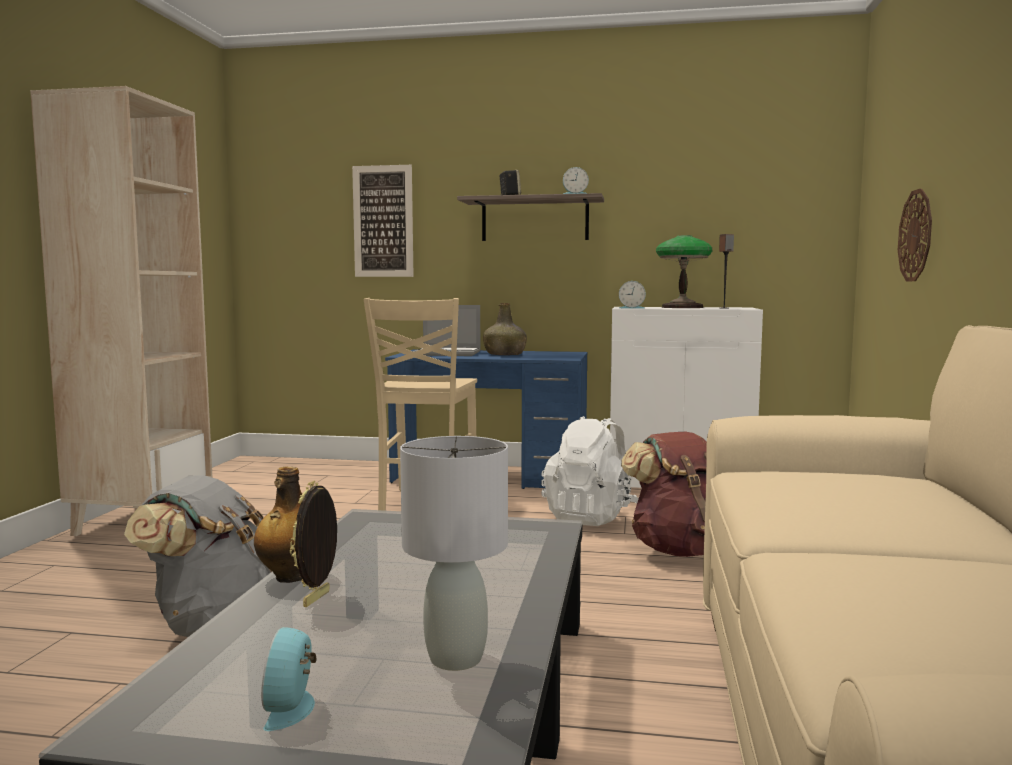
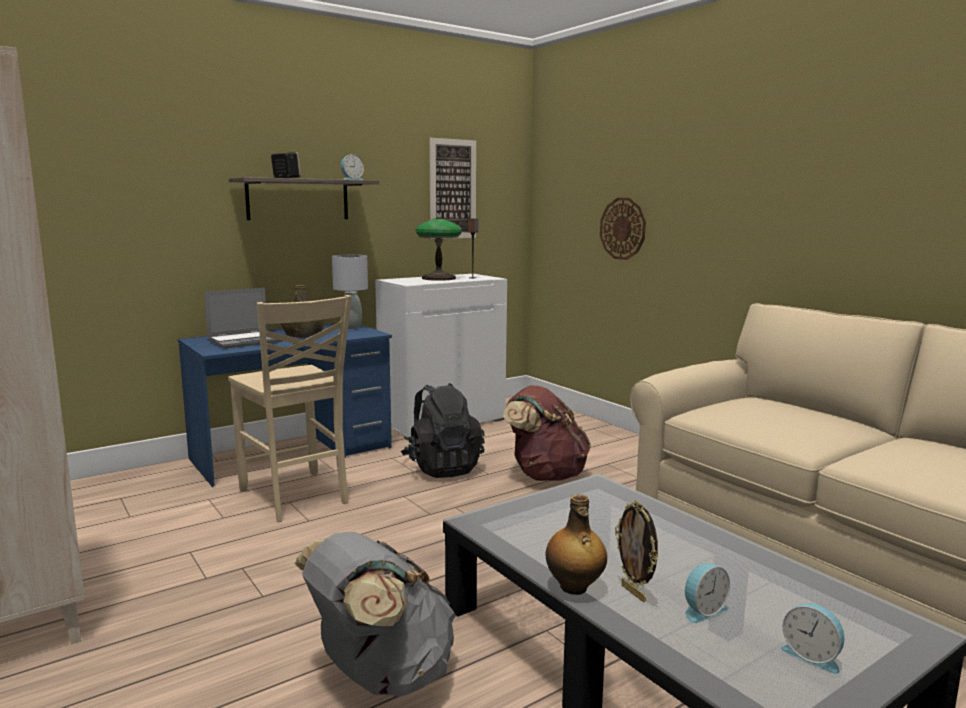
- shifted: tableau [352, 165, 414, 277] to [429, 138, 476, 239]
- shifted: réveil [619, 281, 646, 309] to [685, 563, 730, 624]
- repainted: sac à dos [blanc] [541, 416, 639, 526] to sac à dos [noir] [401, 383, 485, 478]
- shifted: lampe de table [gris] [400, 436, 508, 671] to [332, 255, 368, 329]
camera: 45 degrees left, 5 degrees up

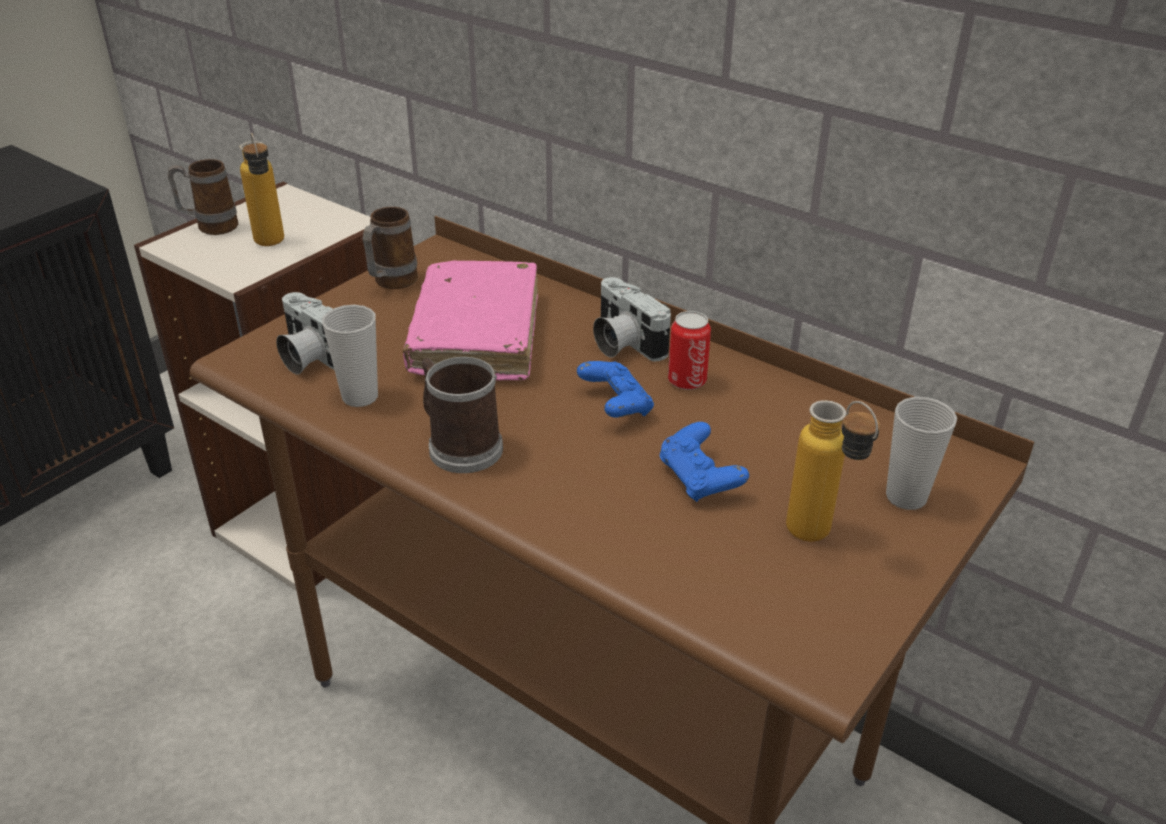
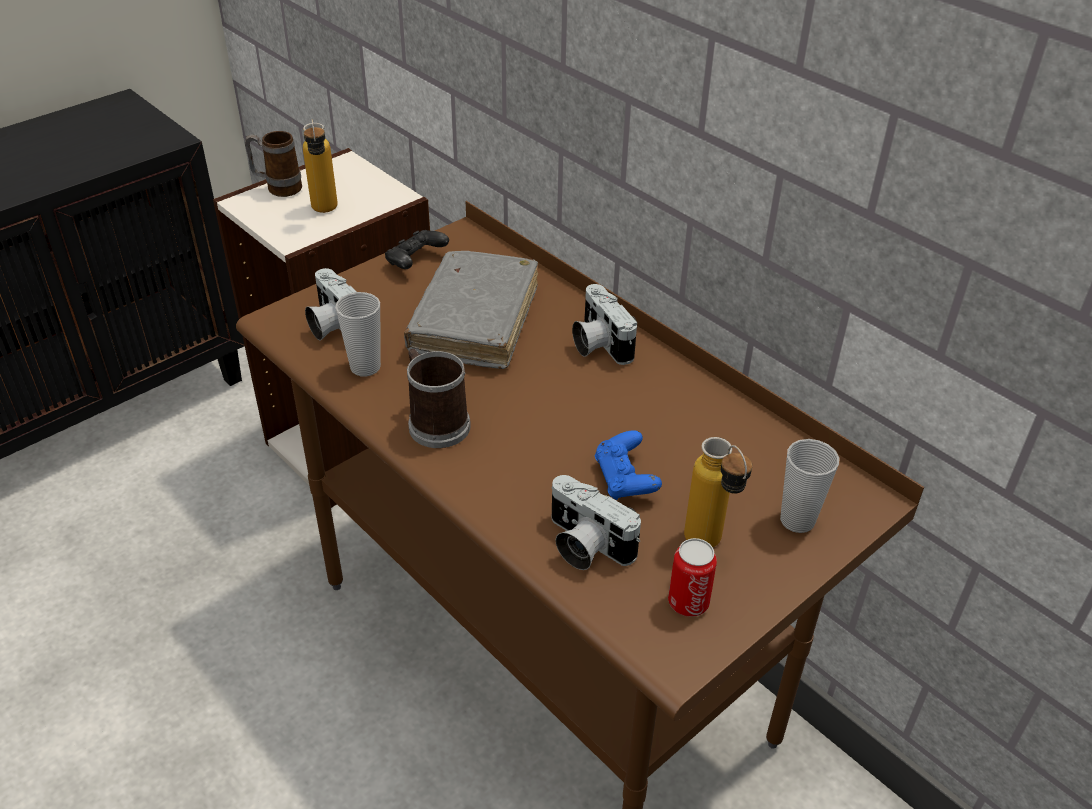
- swapped: mug [363, 207, 418, 289] to manette [noir] [385, 230, 449, 269]
- repainted: livre [rose] [403, 260, 538, 380] to livre [gris] [404, 251, 538, 369]
- shifted: boîte métallique [668, 311, 711, 390] to [668, 538, 717, 617]
- gone: manette [bleu] [577, 361, 654, 417]
- new: appareil photo [551, 475, 641, 570]
camera: 10 degrees right, 5 degrees up

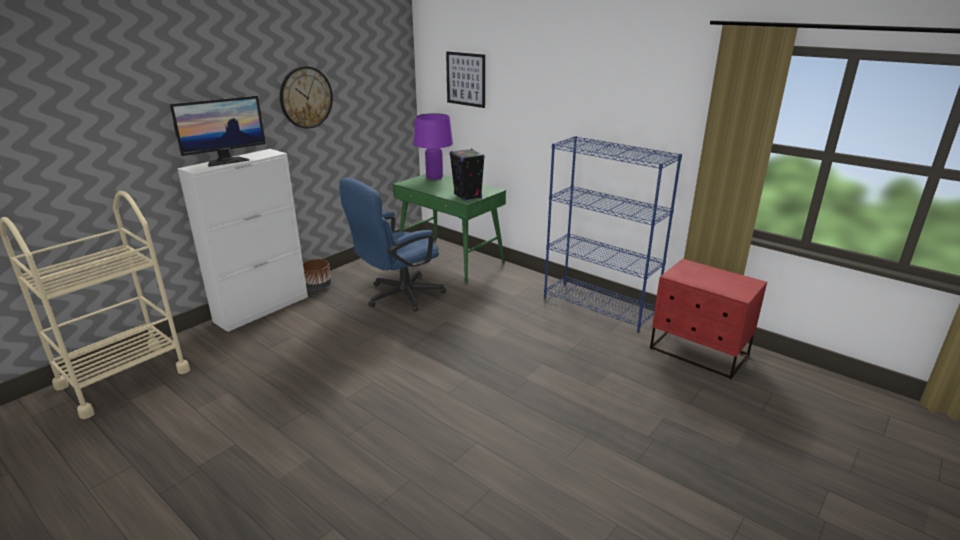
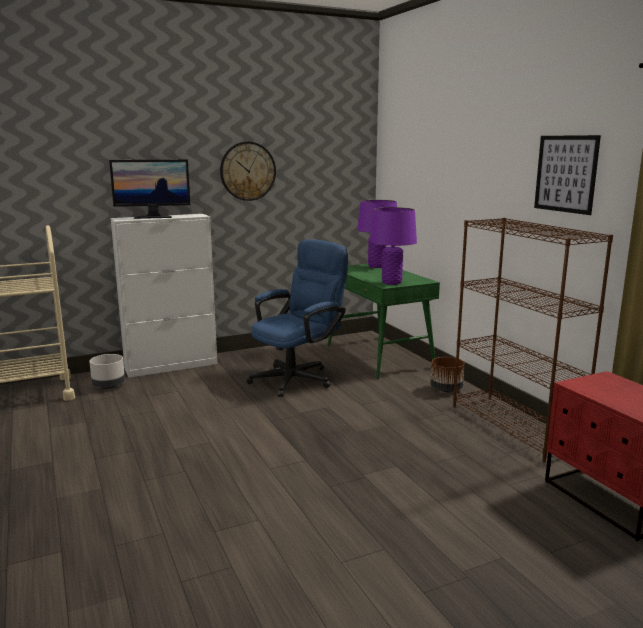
- shifted: tableau [446, 51, 485, 108] to [534, 135, 601, 215]
- repainted: bibliothèque [bleu] [544, 136, 682, 333] to bibliothèque [marron] [453, 218, 613, 462]
- swapped: enceinte [noir] [449, 149, 485, 201] to lampe de table [violet] [370, 207, 417, 285]
- rotated: chaise de bureau [bleu] [339, 178, 446, 312] = [247, 239, 348, 397] 150 degrees clockwise
- shifted: cache-pot [marron] [303, 259, 331, 290] to [430, 357, 464, 392]
- new: cache-pot [gris] [89, 354, 125, 389]
camera: 25 degrees right, 10 degrees down

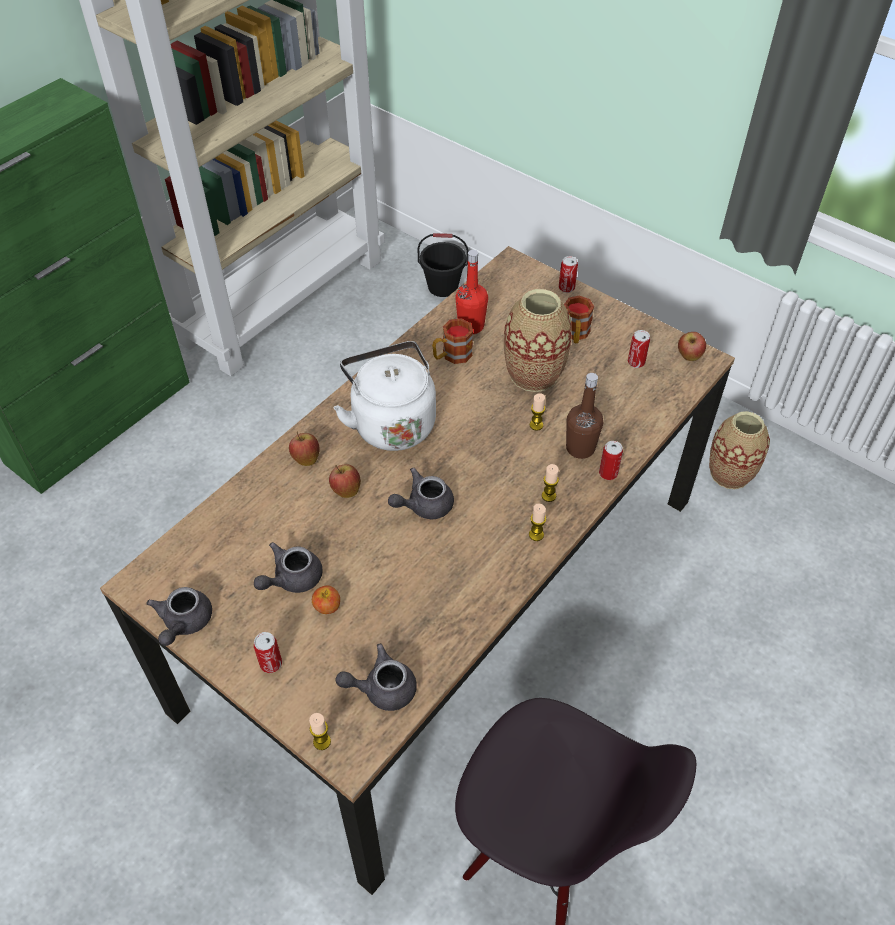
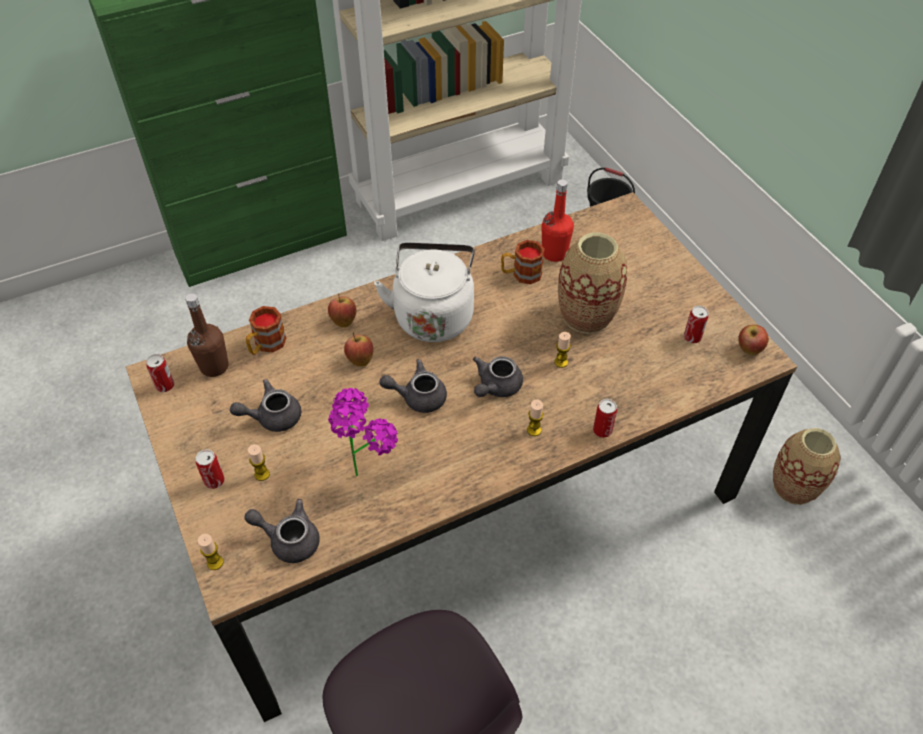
- shifted: boîte métallique [559, 256, 578, 293] to [146, 354, 174, 392]
- shifted: mug [564, 296, 594, 343] to [246, 306, 286, 355]
- shifted: bouteille [marron] [566, 373, 603, 459] to [185, 294, 229, 377]
- shifted: bougie [529, 504, 546, 541] to [248, 444, 270, 481]
- gone: pomme [312, 586, 340, 614]
- shifted: théière [gris] [146, 587, 212, 646] to [473, 356, 523, 397]
- new: plante en pot [328, 388, 398, 476]
camera: 25 degrees right, 0 degrees up

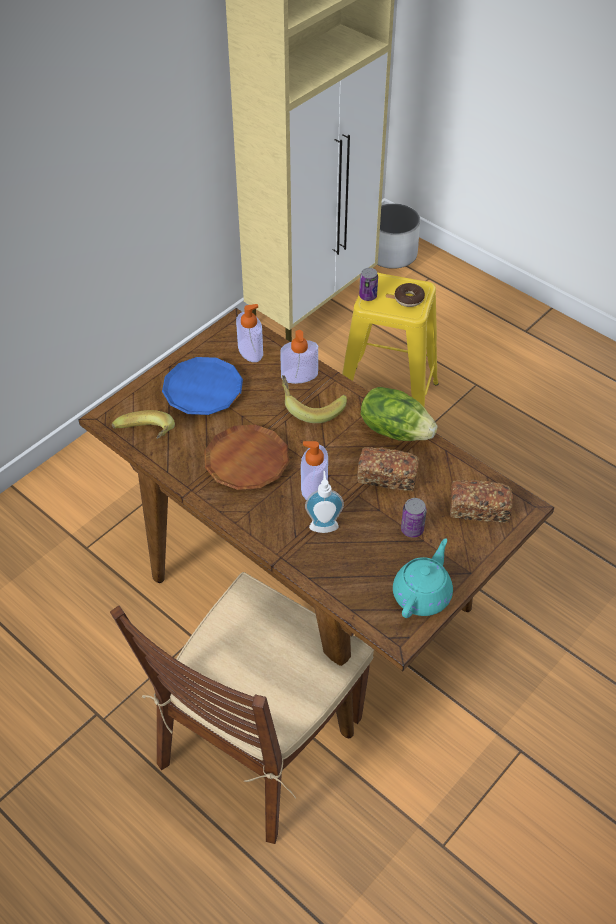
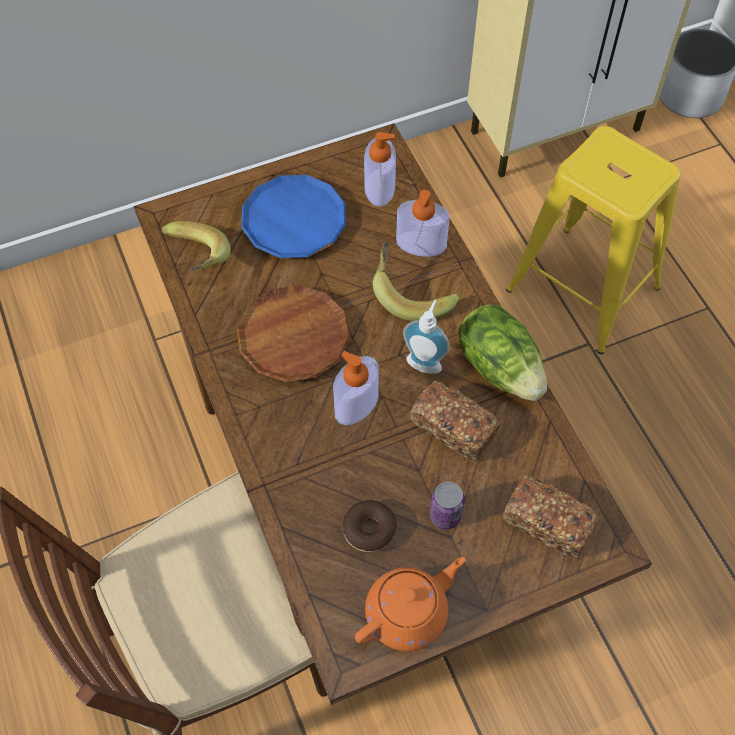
- gone: boîte métallique [359, 268, 378, 301]
- shifted: beignet [395, 283, 425, 307] to [342, 500, 397, 552]
- shifted: distributeur de savon [305, 471, 344, 533] to [403, 300, 450, 374]
- repainted: théière [turquoise] [393, 538, 453, 618] to théière [orange] [355, 557, 465, 651]
camera: 25 degrees right, 10 degrees up

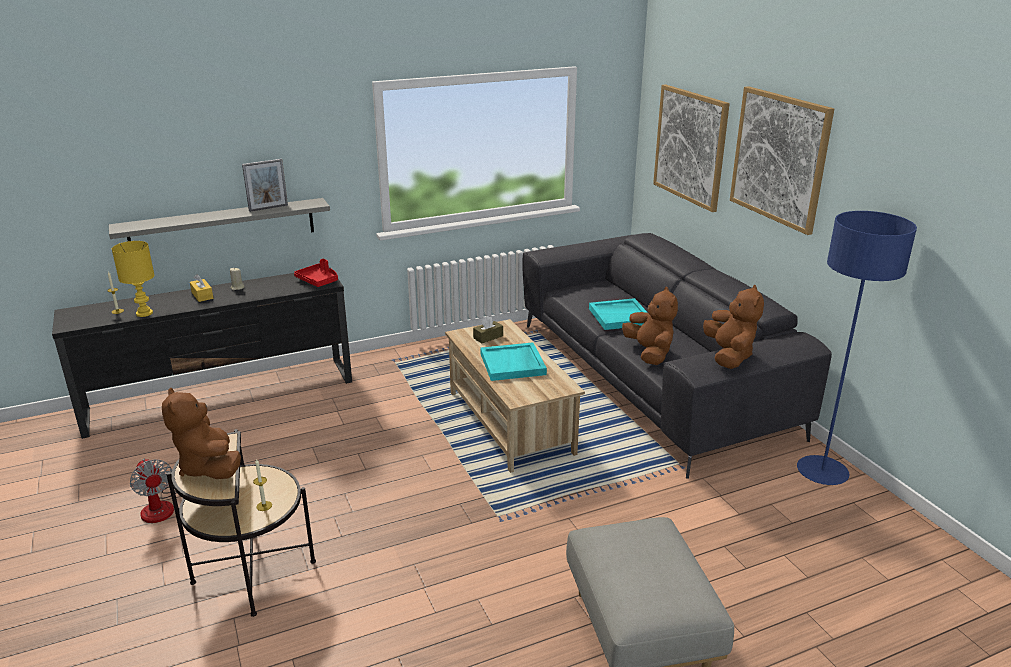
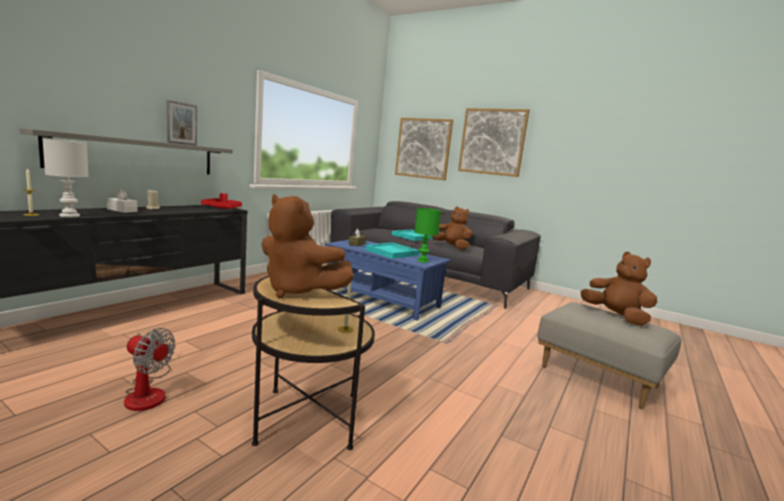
- gone: lampadaire [bleu] [797, 211, 917, 485]
- repainted: lampe de table [jaune] [112, 241, 154, 317] to lampe de table [blanc] [42, 139, 89, 217]
- repainted: boîte à mouchoirs [jaune] [190, 274, 214, 302] to boîte à mouchoirs [blanc] [107, 188, 138, 213]
- shifted: peluche [marron] [703, 284, 764, 369] to [581, 252, 658, 326]
- repainted: table basse [beige] [445, 319, 585, 473] to table basse [bleu] [325, 240, 450, 321]
- new: lampe de table [vert] [414, 208, 441, 263]
camera: 35 degrees left, 15 degrees down

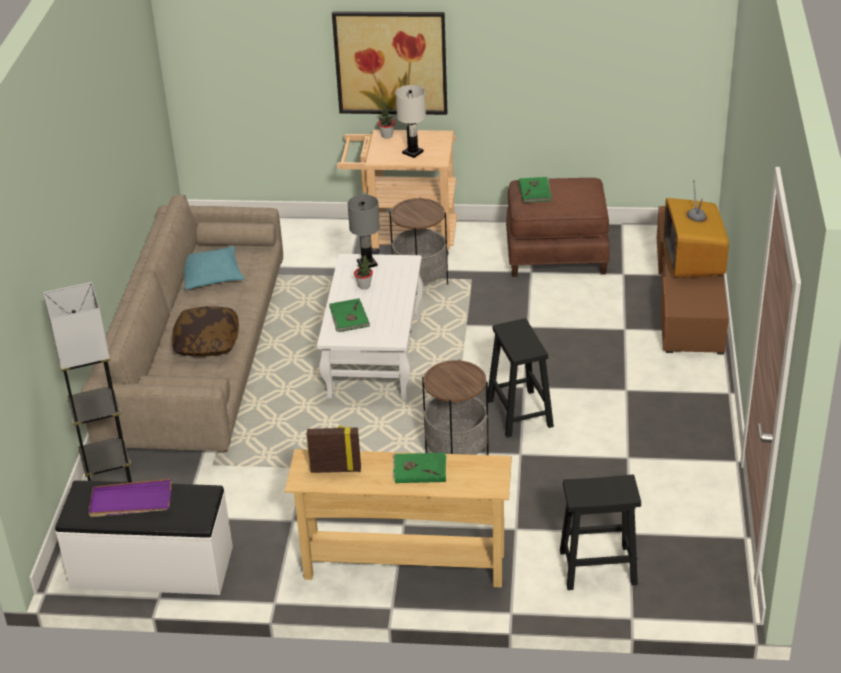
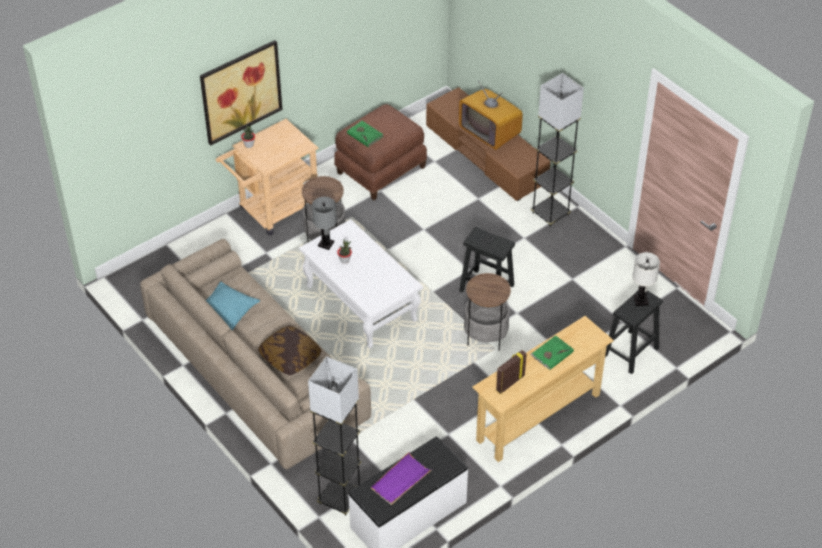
- shifted: lampe de table [blanc] [396, 85, 426, 158] to [632, 252, 660, 306]
- gone: livre [vert] [329, 298, 370, 332]
- new: lampadaire [gris] [531, 73, 584, 227]
camera: 45 degrees left, 10 degrees up

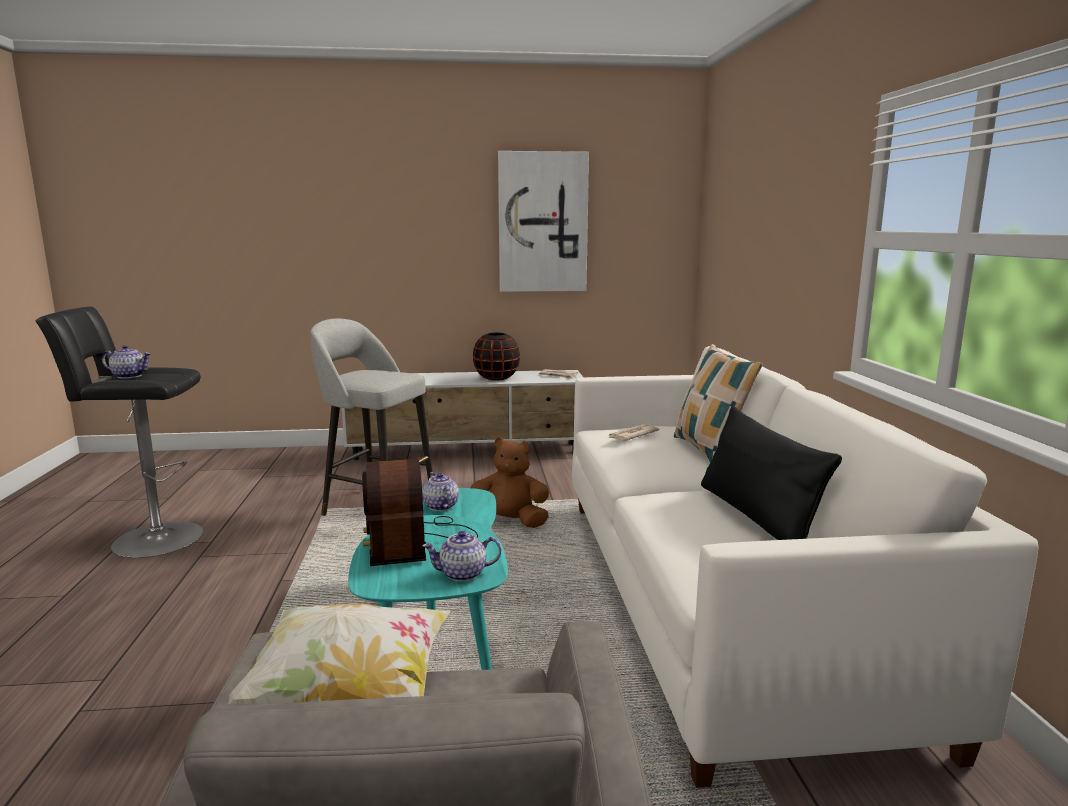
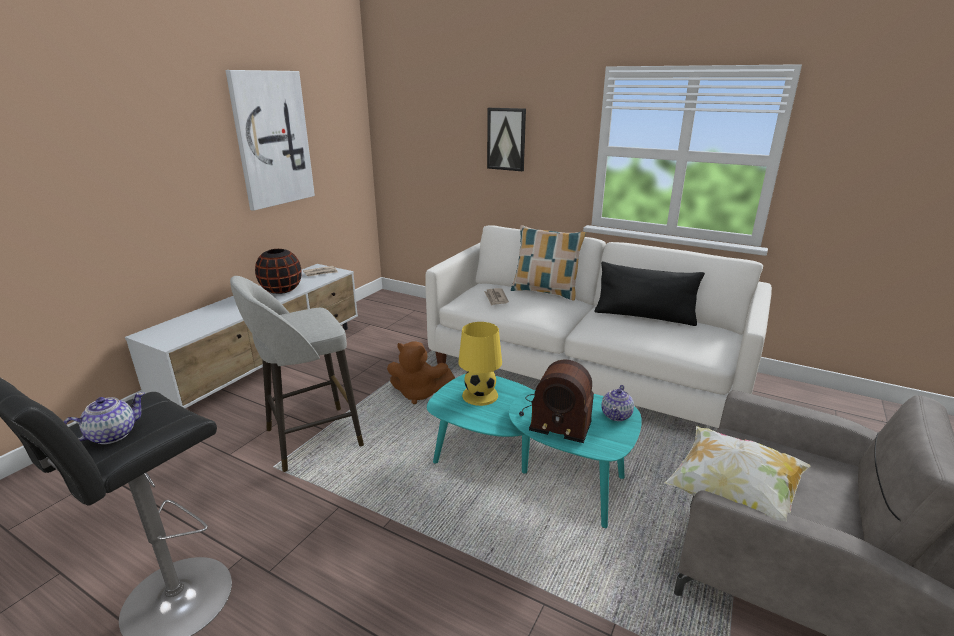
- rotated: peluche [marron] [470, 437, 550, 528] = [387, 341, 455, 404] 120 degrees counterclockwise
- swapped: théière [422, 472, 459, 511] to lampe de table [jaune] [459, 322, 502, 406]
- new: tableau [487, 108, 526, 171]
camera: 55 degrees left, 10 degrees up

